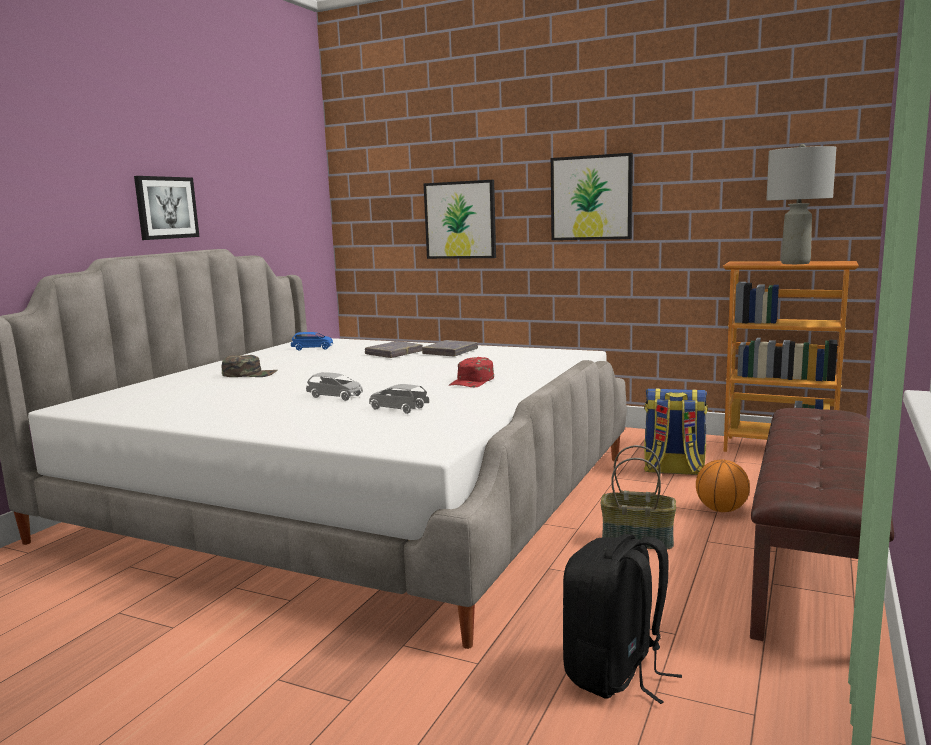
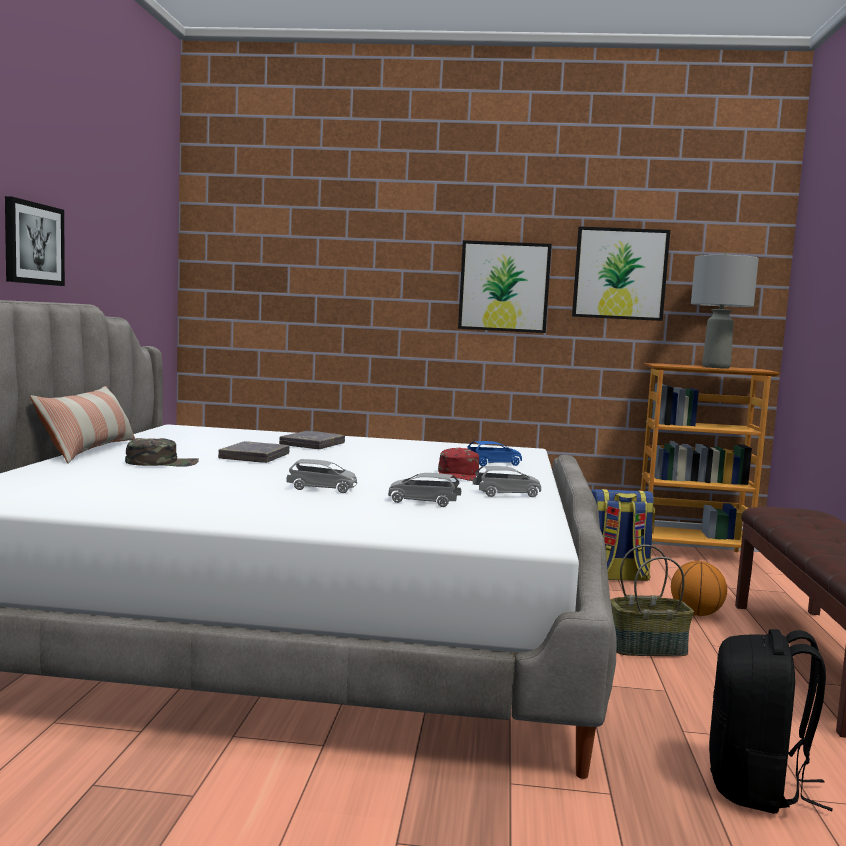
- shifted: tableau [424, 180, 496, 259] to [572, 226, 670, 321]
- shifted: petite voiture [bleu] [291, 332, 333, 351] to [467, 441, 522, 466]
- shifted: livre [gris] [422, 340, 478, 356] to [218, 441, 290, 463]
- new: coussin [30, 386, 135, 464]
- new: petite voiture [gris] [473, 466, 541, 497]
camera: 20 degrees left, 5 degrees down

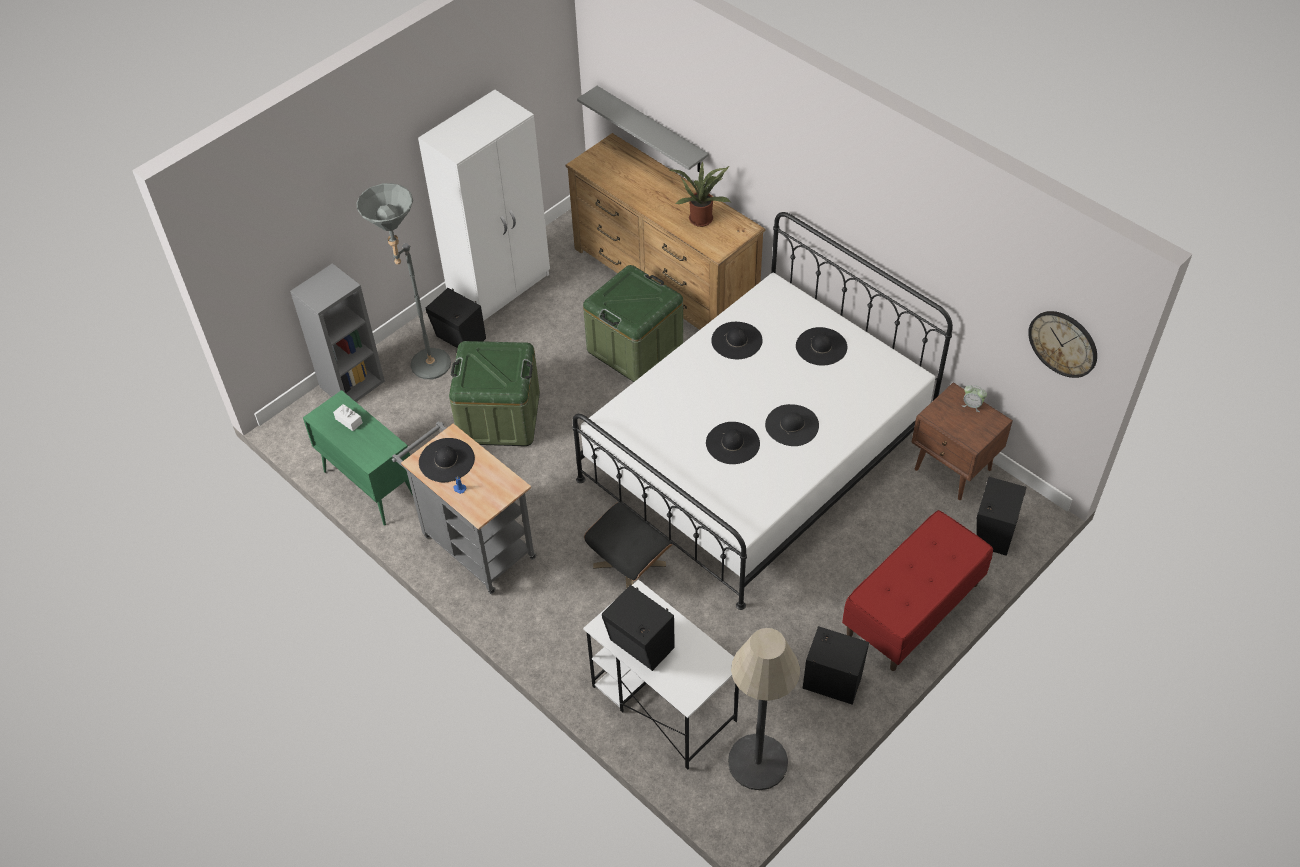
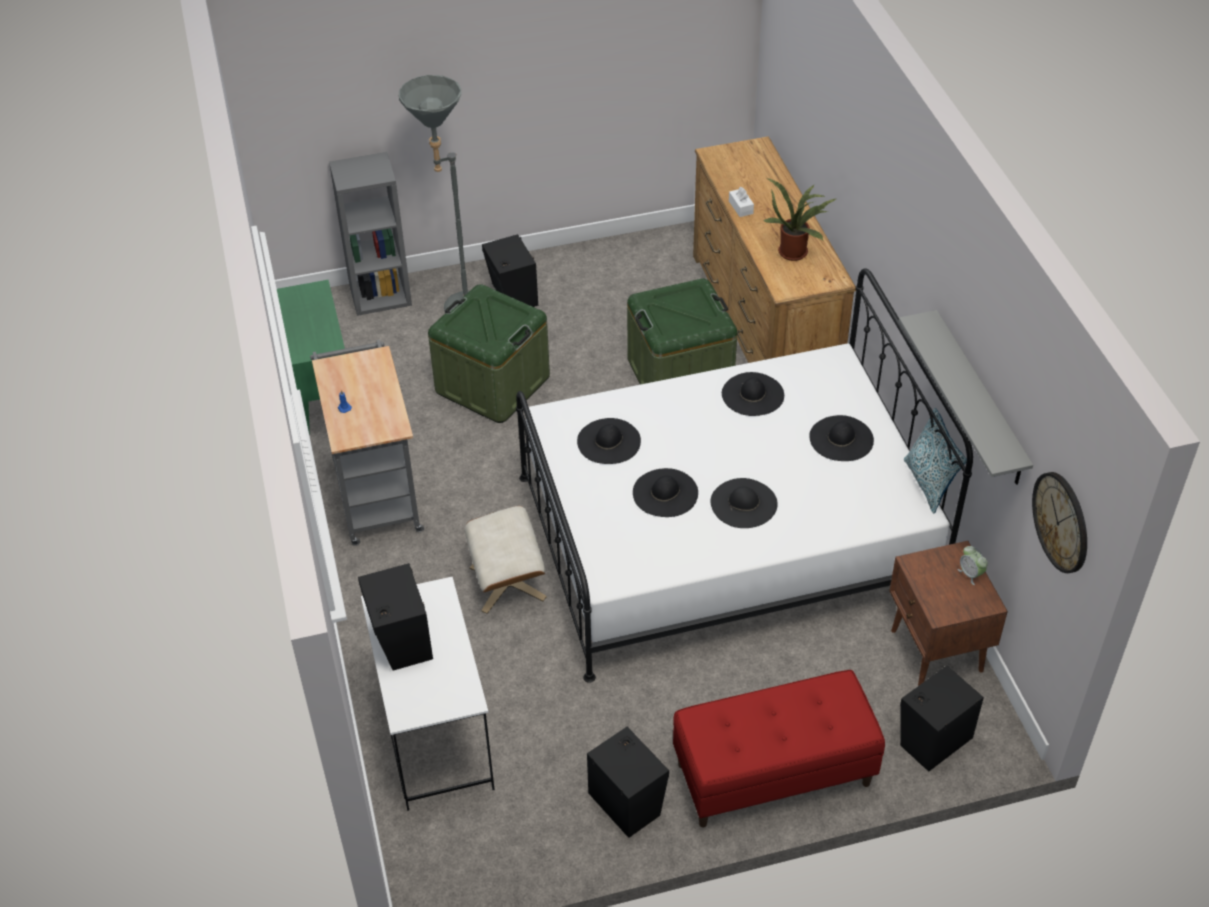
- shifted: étagère [gris] [577, 86, 709, 172] to [899, 310, 1033, 485]
- gone: armoire [blanc] [418, 90, 550, 321]
- shifted: boîte à mouchoirs [blanc] [333, 404, 363, 431] to [729, 187, 754, 217]
- shifted: chapeau [noir] [419, 438, 475, 482] to [577, 418, 641, 464]
- repainted: pouf [noir] [584, 502, 672, 589] to pouf [beige] [465, 506, 547, 614]
- gone: lampadaire [728, 628, 800, 790]
- new: coussin [904, 408, 967, 513]
camera: 30 degrees right, 5 degrees down

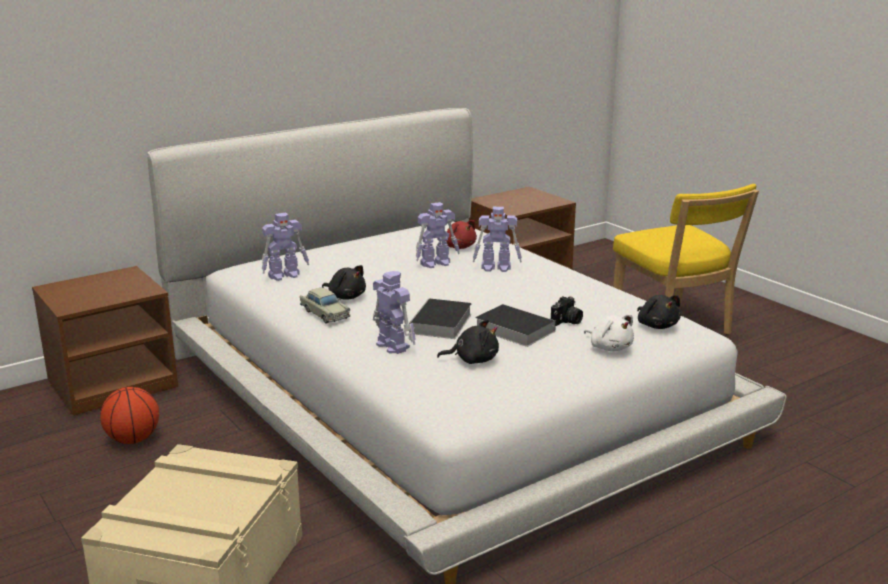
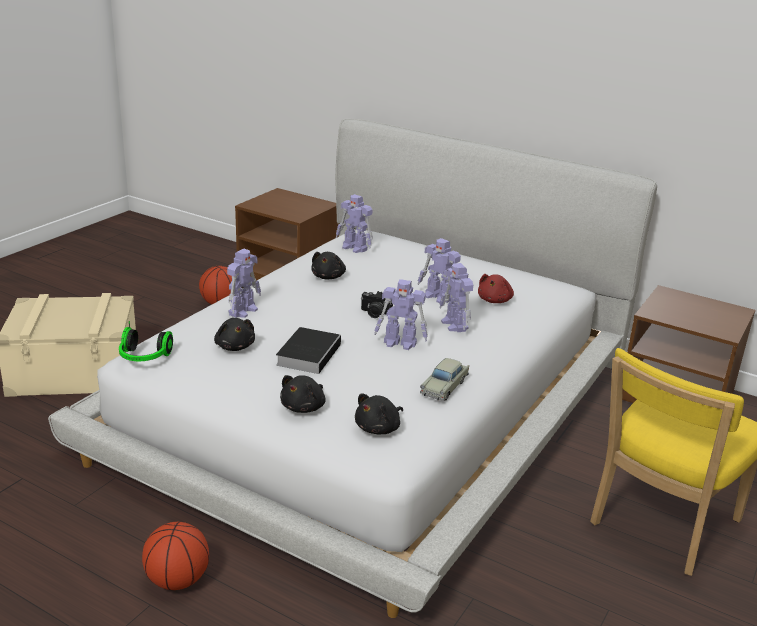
- shifted: petite voiture [beige] [300, 287, 350, 324] to [420, 358, 469, 401]
- shifted: appareil photo [551, 296, 583, 326] to [361, 291, 393, 318]
- gone: livre [408, 299, 472, 339]
- repainted: peluche [blanc] [584, 314, 634, 351] to peluche [noir] [280, 375, 326, 413]
- new: robot jouet [374, 279, 428, 350]
- new: casque audio [119, 321, 173, 361]
- new: ballon de basket [142, 522, 209, 590]
camera: 65 degrees right, 5 degrees up

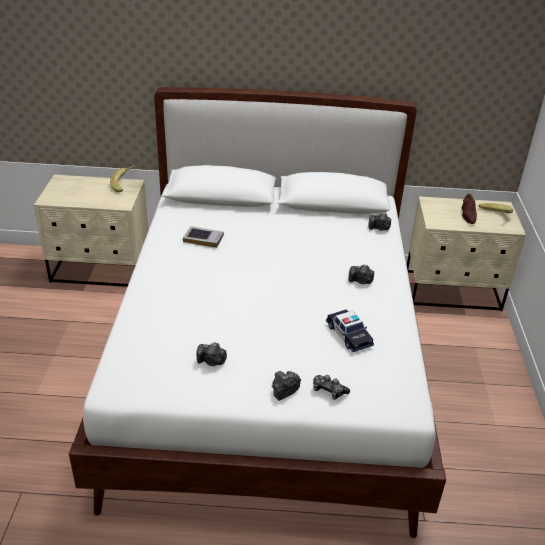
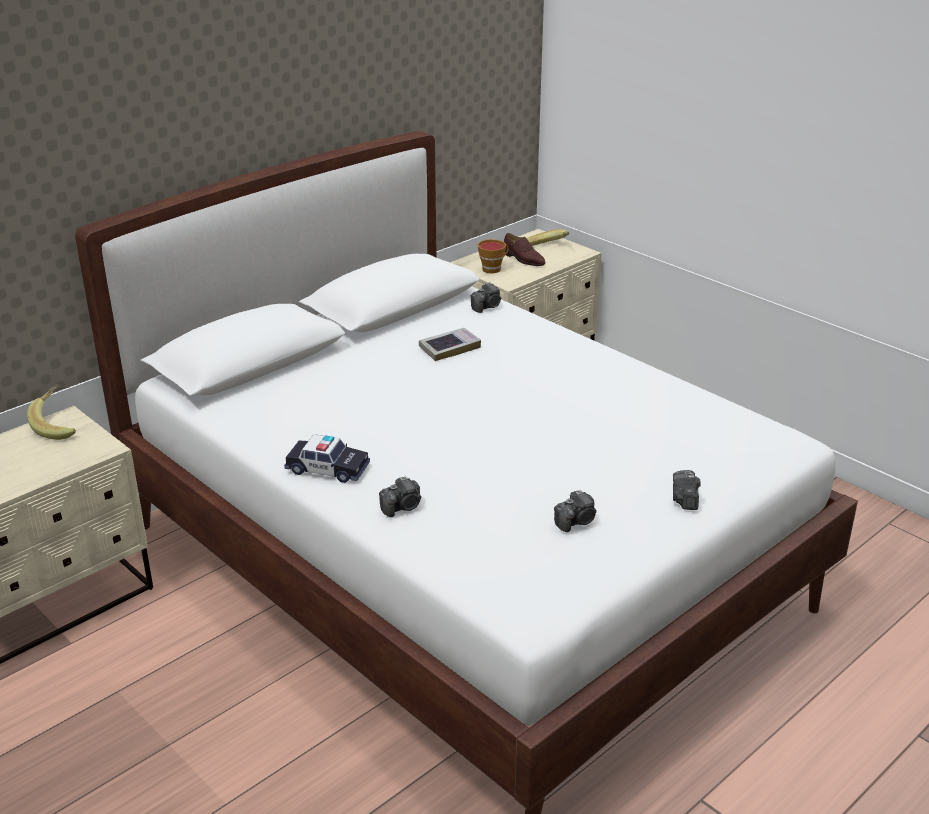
- shifted: livre [183, 226, 224, 248] to [419, 328, 481, 361]
- shifted: appareil photo [348, 265, 374, 284] to [379, 476, 421, 517]
- shifted: petite voiture [326, 310, 374, 352] to [284, 434, 370, 483]
- gone: manette [313, 375, 350, 400]
- new: tasse [478, 239, 508, 273]
camera: 45 degrees left, 5 degrees down

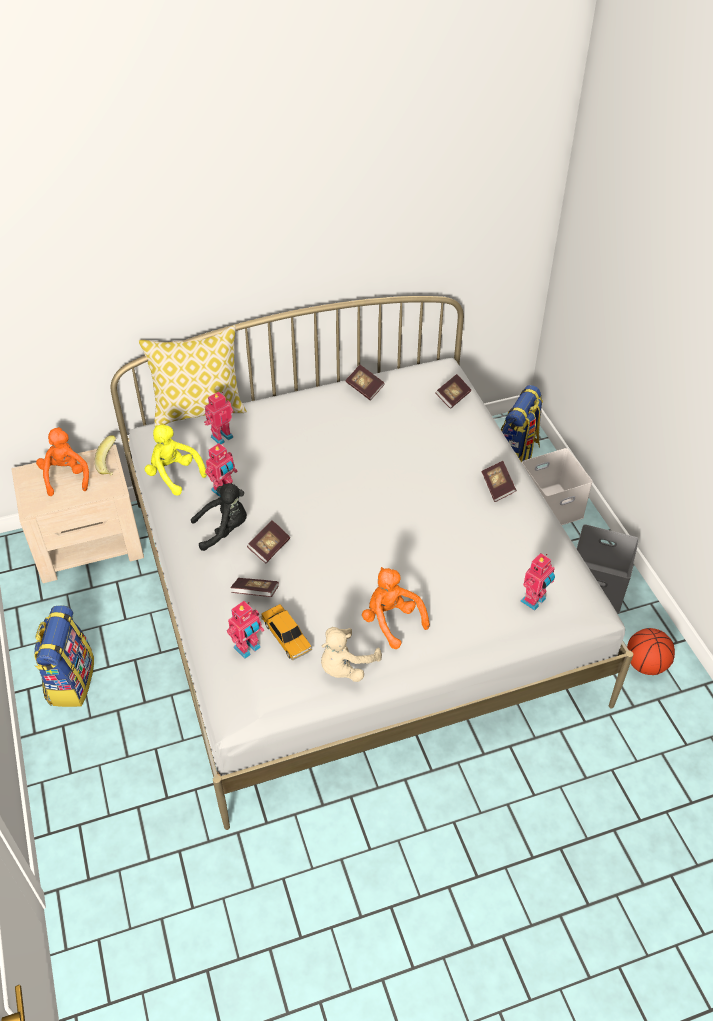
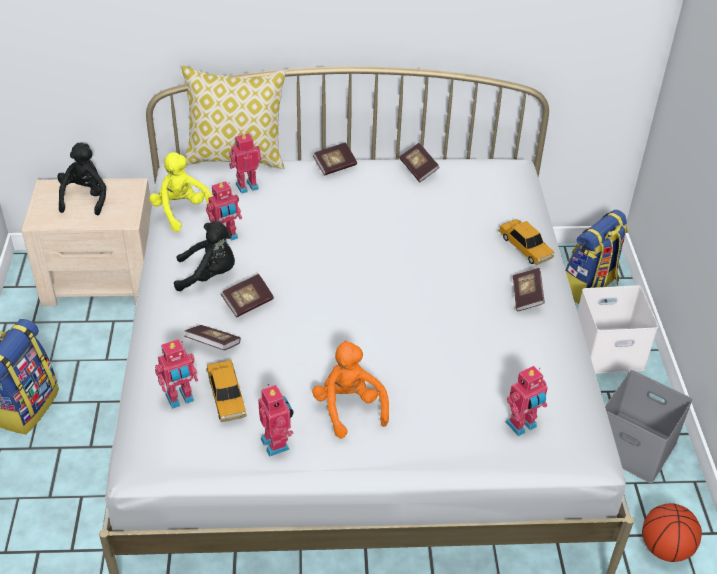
- shifted: livre [435, 374, 471, 409] to [313, 142, 357, 176]
- repainted: peluche [orange] [36, 427, 89, 496] to peluche [noir] [57, 143, 106, 215]
- gone: banane [95, 435, 116, 476]
- swapped: peluche [beige] [321, 627, 382, 682] to robot jouet [258, 384, 293, 457]
- new: petite voiture [498, 219, 554, 265]
camera: 15 degrees right, 5 degrees down

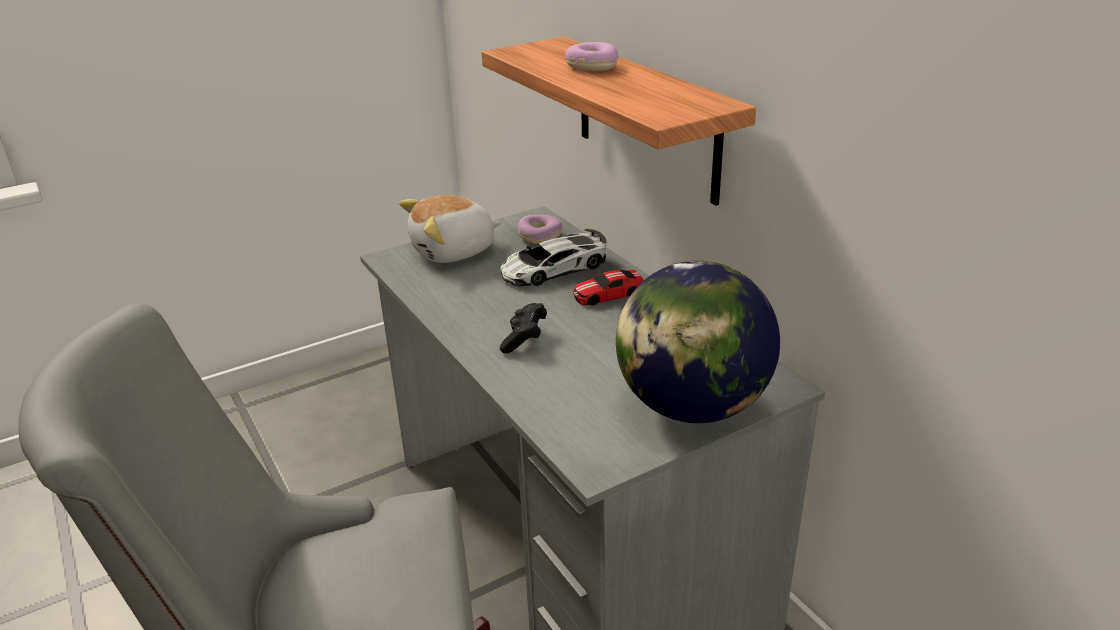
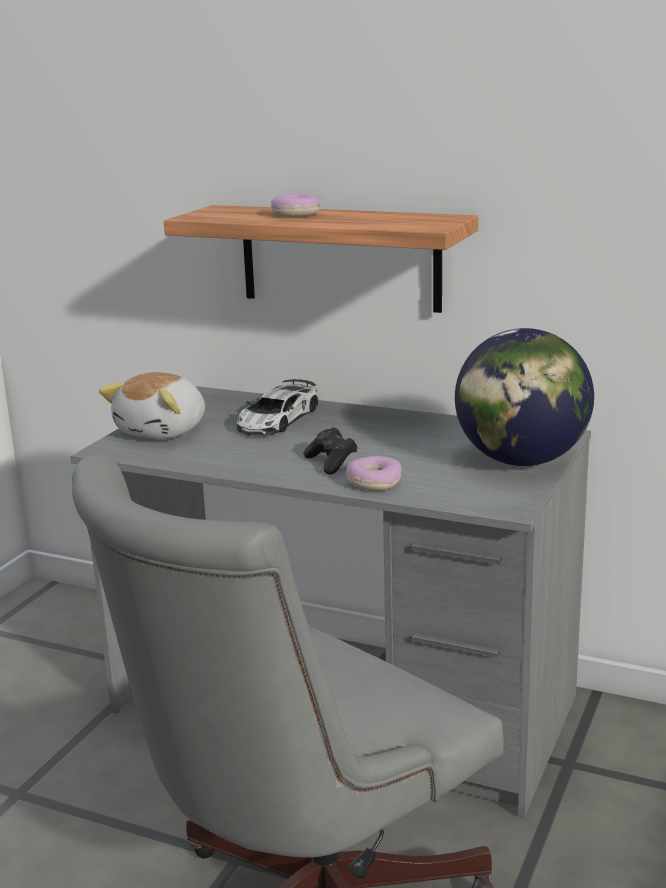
- shifted: beignet [517, 215, 563, 244] to [346, 456, 402, 491]
- gone: petite voiture [573, 270, 644, 306]
camera: 35 degrees left, 10 degrees down

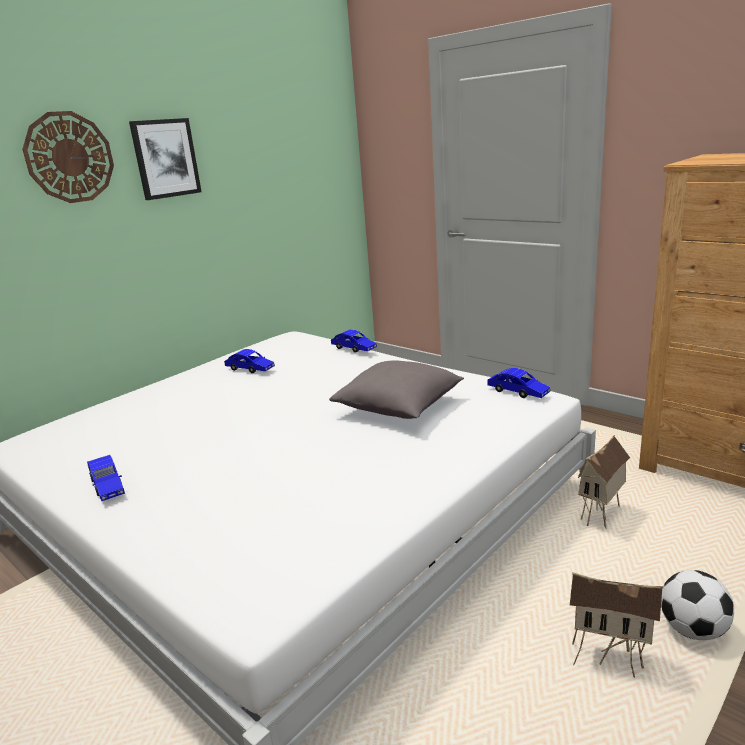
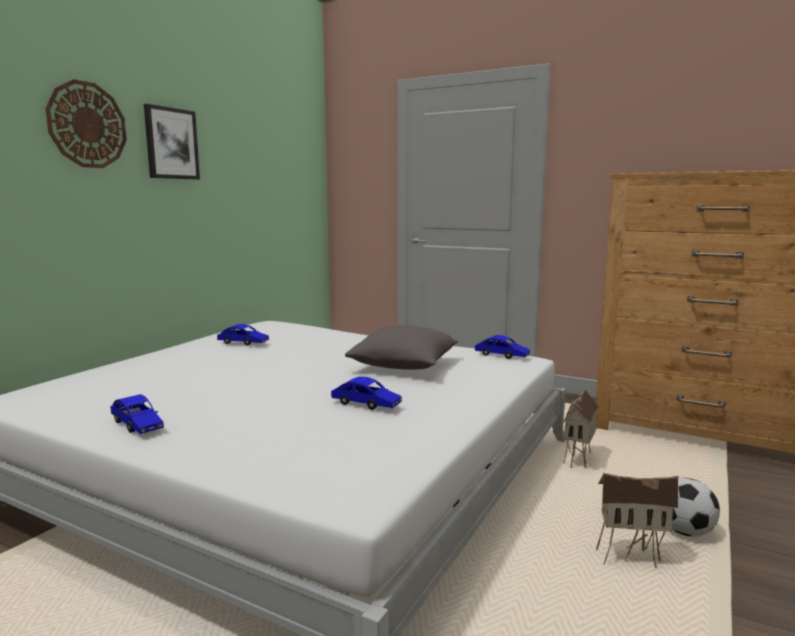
- shifted: petite voiture [bleu] [331, 329, 377, 353] to [331, 377, 402, 410]
camera: 15 degrees left, 10 degrees down

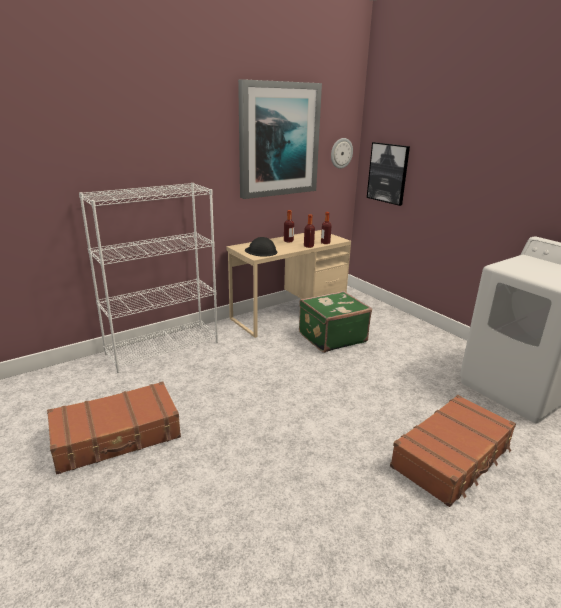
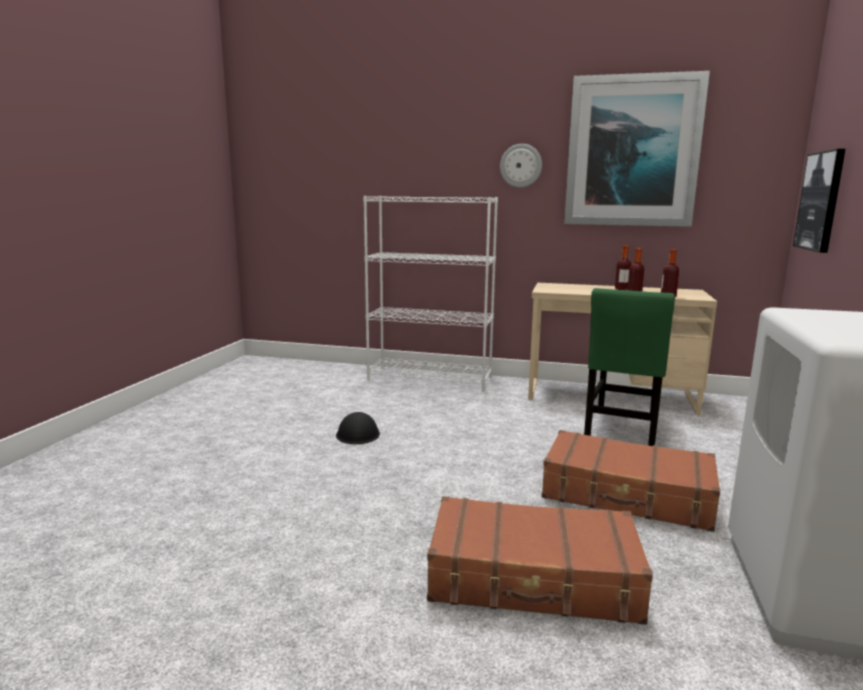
- shifted: horloge murale [331, 138, 353, 169] to [500, 144, 542, 188]
- shifted: casque de chantier [noir] [245, 237, 277, 256] to [336, 412, 380, 444]
- swapped: valise [vert] [299, 291, 372, 353] to chaise [vert] [584, 288, 675, 446]
- shifted: valise [marron] [47, 381, 181, 475] to [542, 430, 720, 532]
camera: 50 degrees right, 10 degrees down

